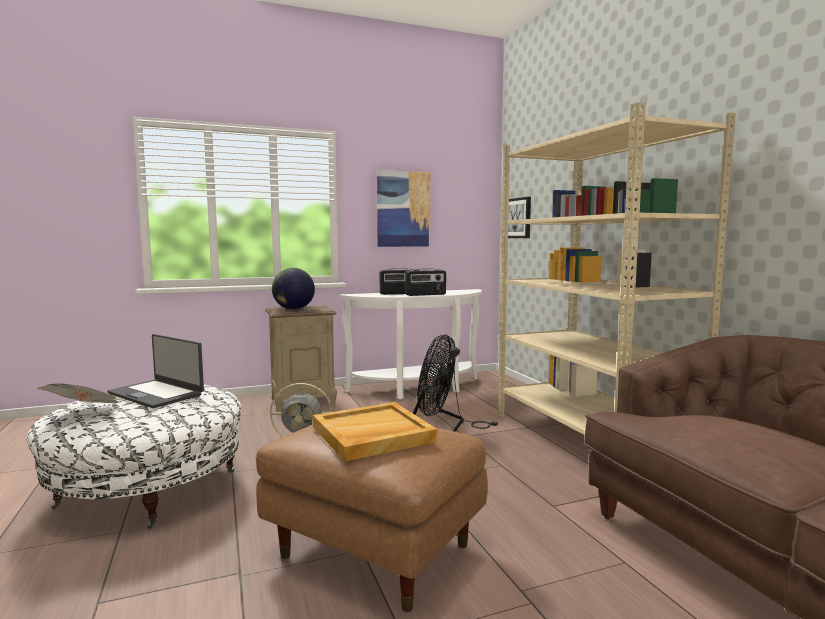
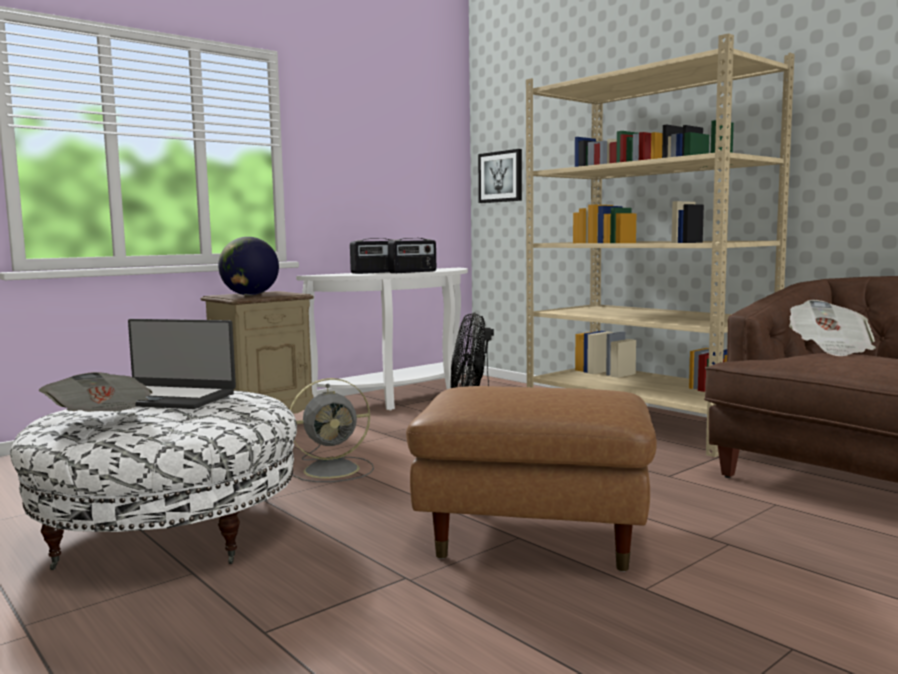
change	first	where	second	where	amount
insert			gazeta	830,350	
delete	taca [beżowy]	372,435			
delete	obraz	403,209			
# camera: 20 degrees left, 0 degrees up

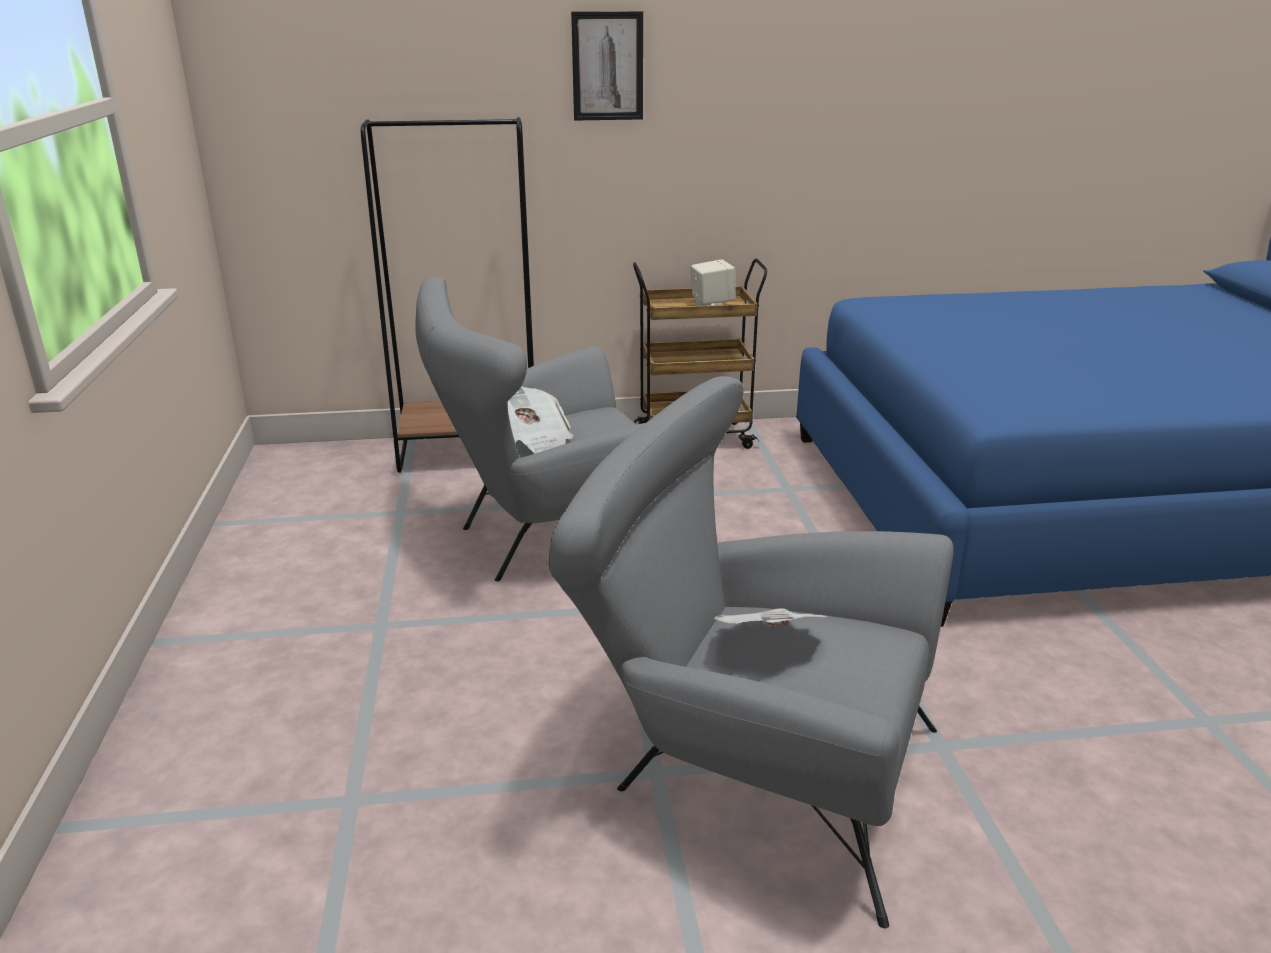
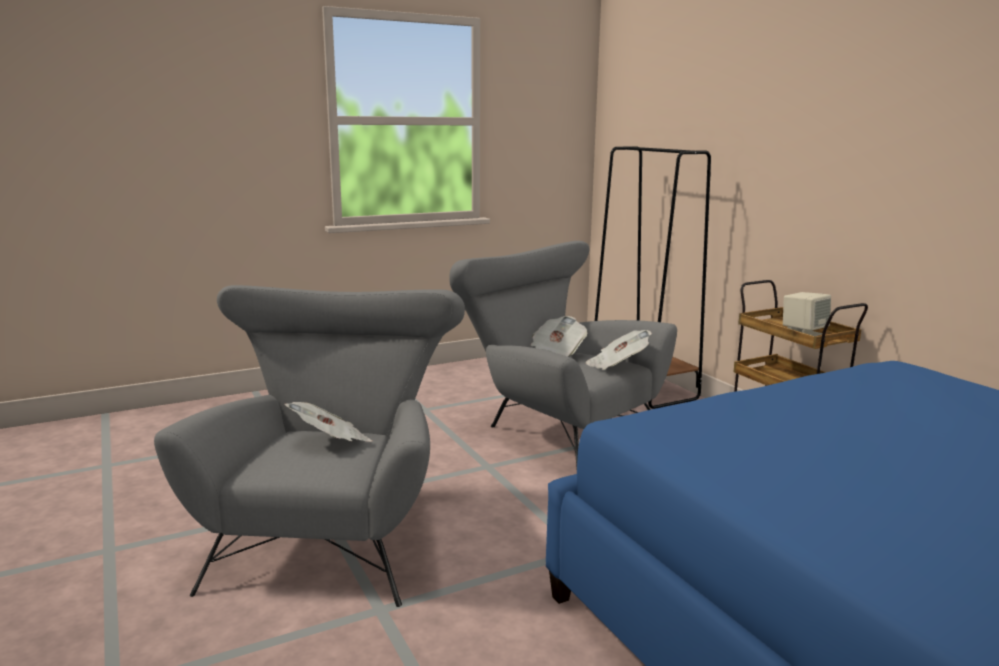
change	first	where	second	where	amount
insert			gazeta	617,365	
delete	obraz	607,66			
# camera: 70 degrees right, 10 degrees down

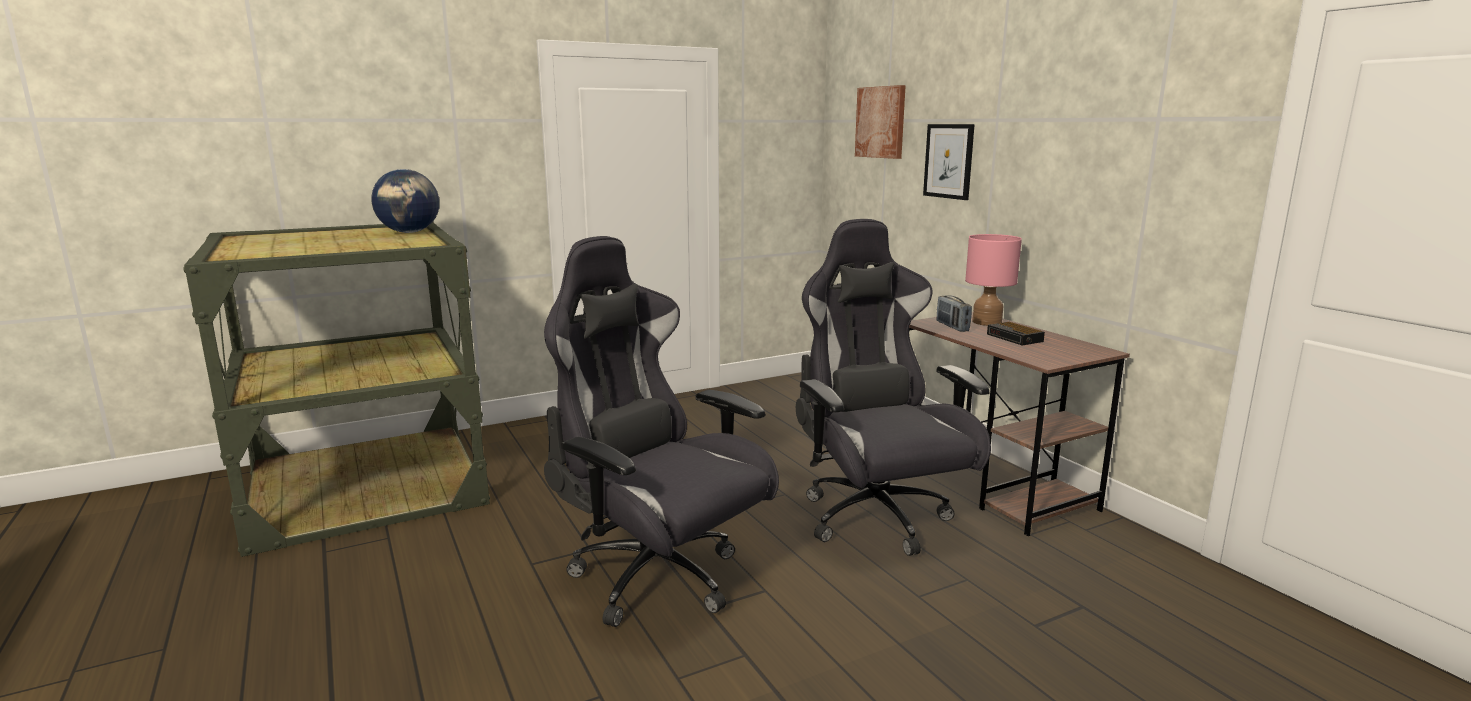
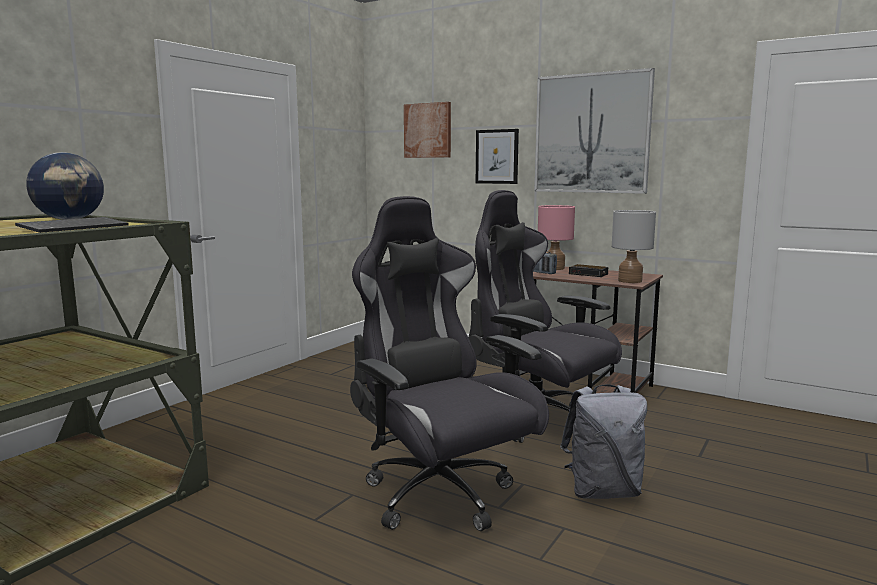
change	first	where	second	where	amount
insert			klawiatura	74,227	
rotate	krzesło biurowe [czarny]	664,582		444,500	45 degrees clockwise
insert			obraz	591,133	
insert			plecak [szary]	602,491	
insert			lampa stołowa [szary]	630,281	
# camera: 30 degrees left, 5 degrees down

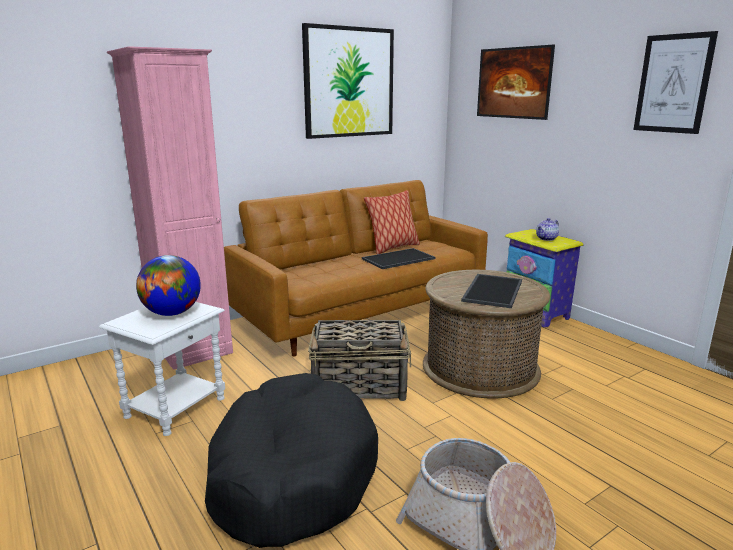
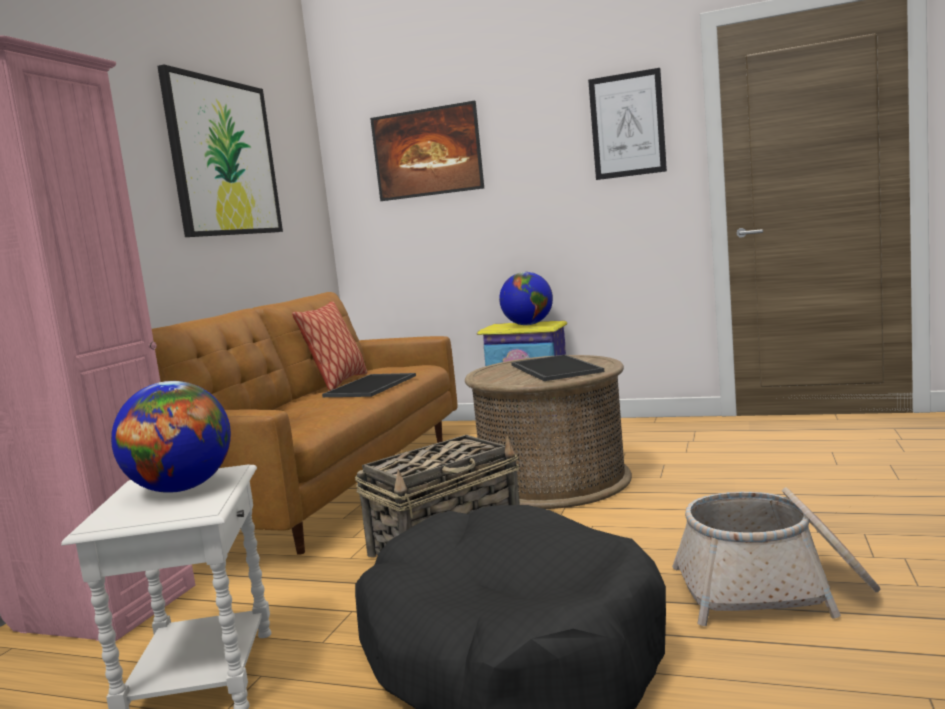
change	first	where	second	where	amount
replace	imbryk	546,239	globus	528,325	
# camera: 35 degrees left, 10 degrees down

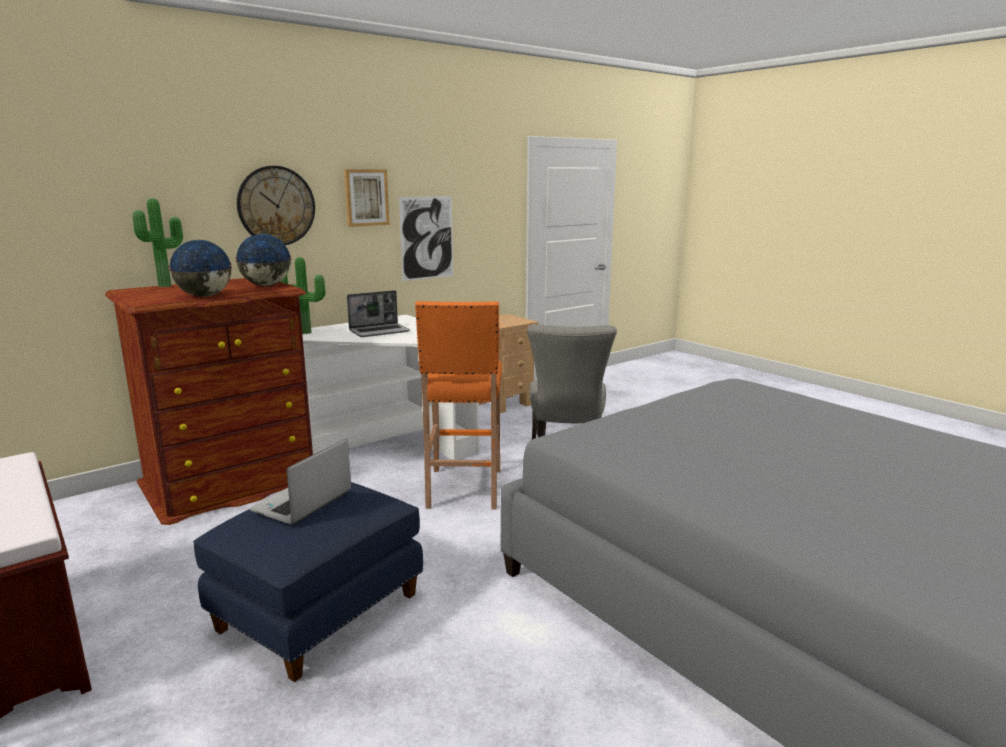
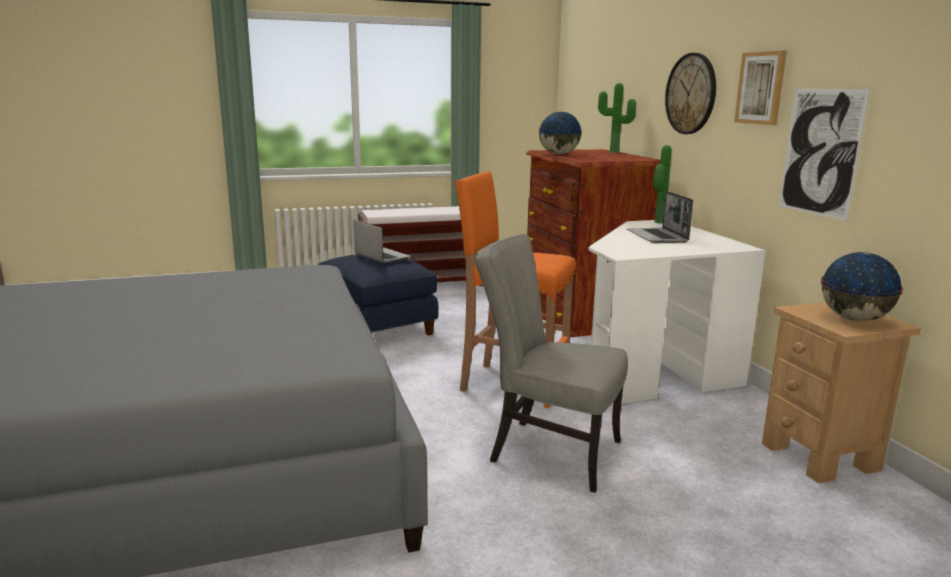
change	first	where	second	where	amount
move	globus	266,285		854,319	
# camera: 110 degrees right, 0 degrees up

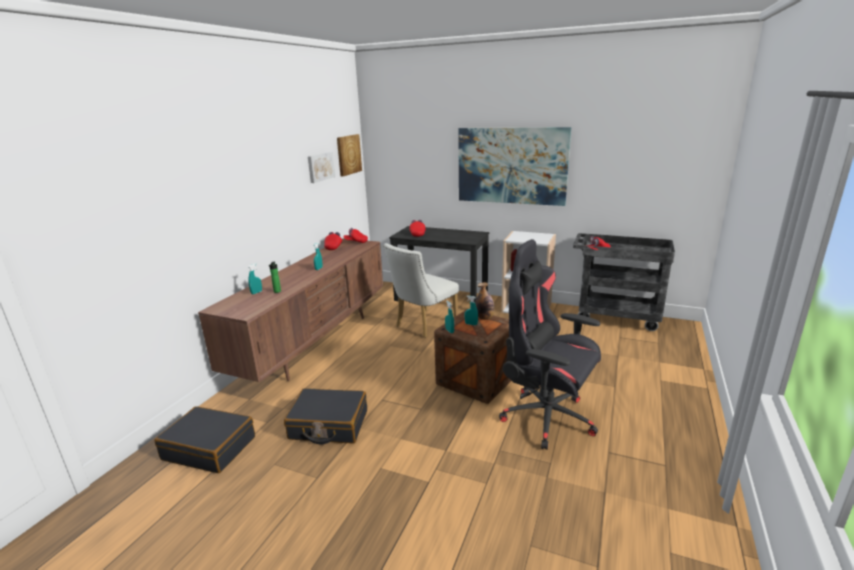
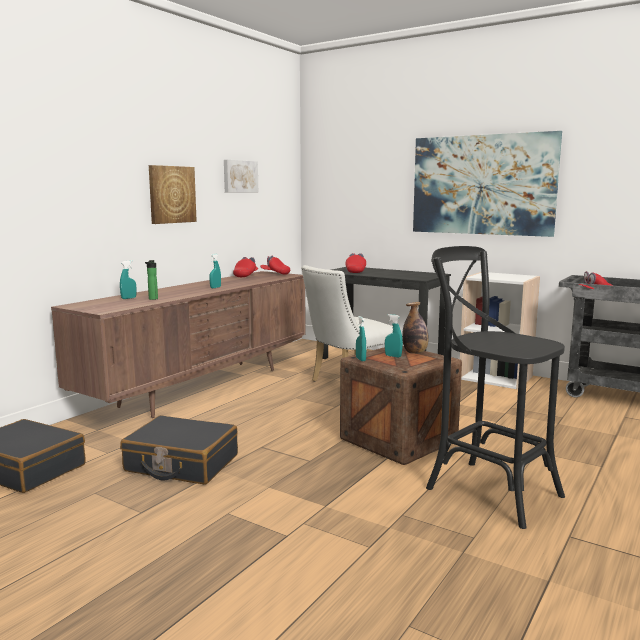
change	first	where	second	where	amount
move	obraz	348,154		171,194	
replace	krzesło biurowe [czarny]	548,418	stołek [czarny]	488,489	
# camera: 10 degrees right, 10 degrees down

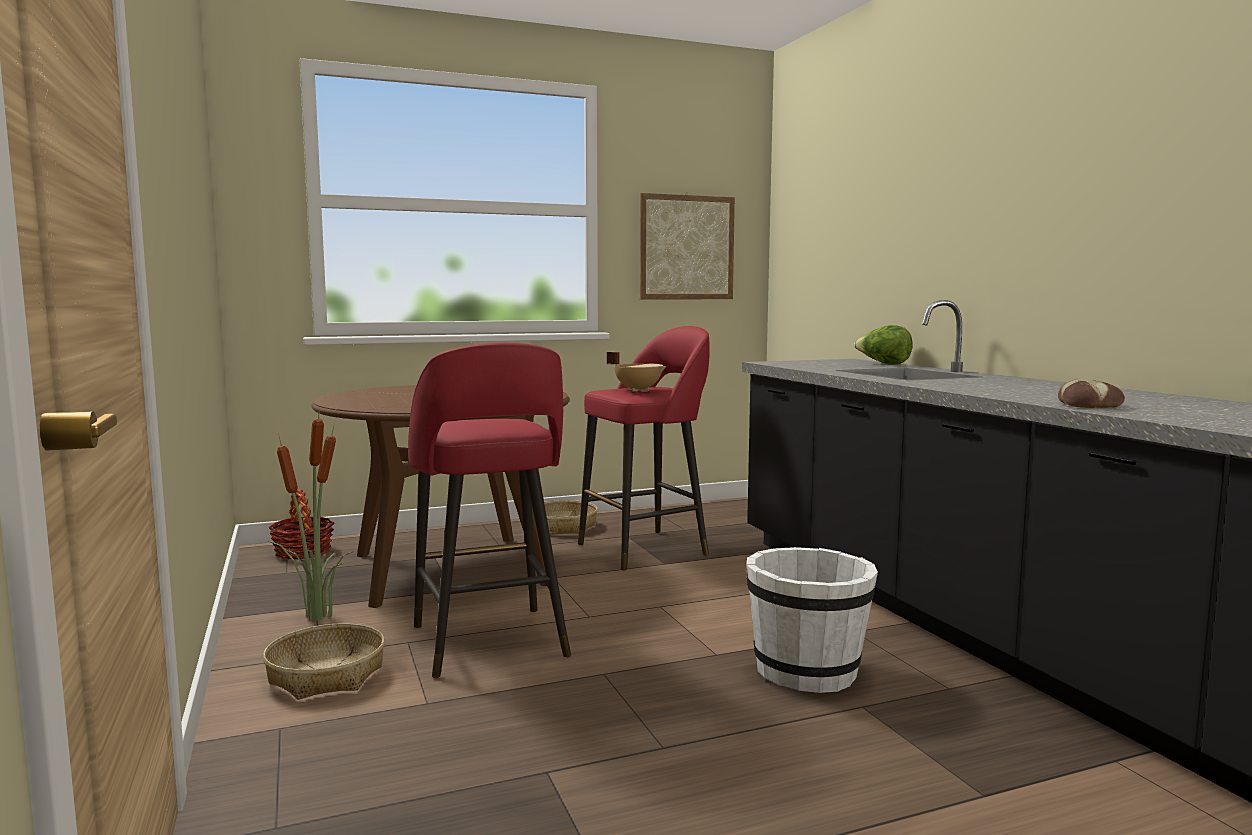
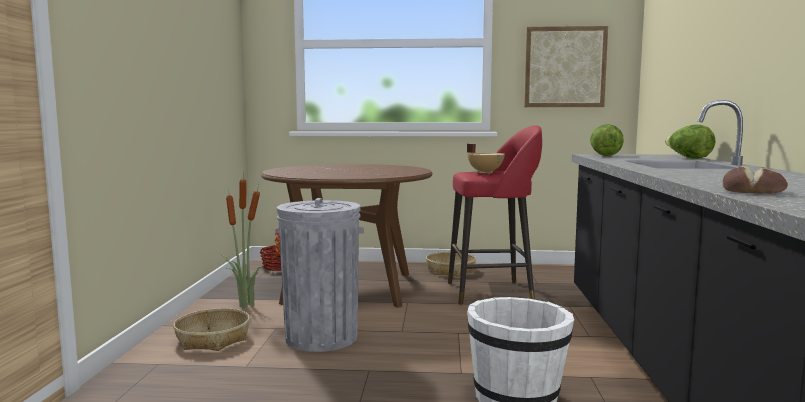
change	first	where	second	where	amount
replace	stołek [czerwony]	490,643	kosz na śmieci [szary]	321,337	
insert			sałata	605,155	
# camera: 25 degrees right, 0 degrees up

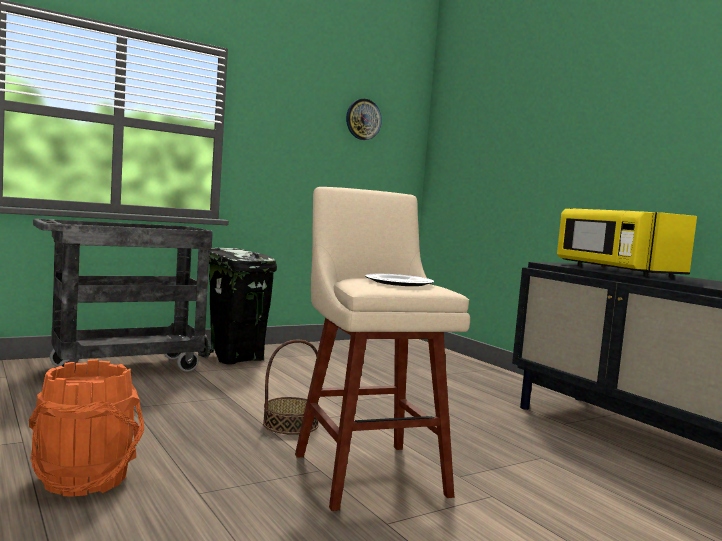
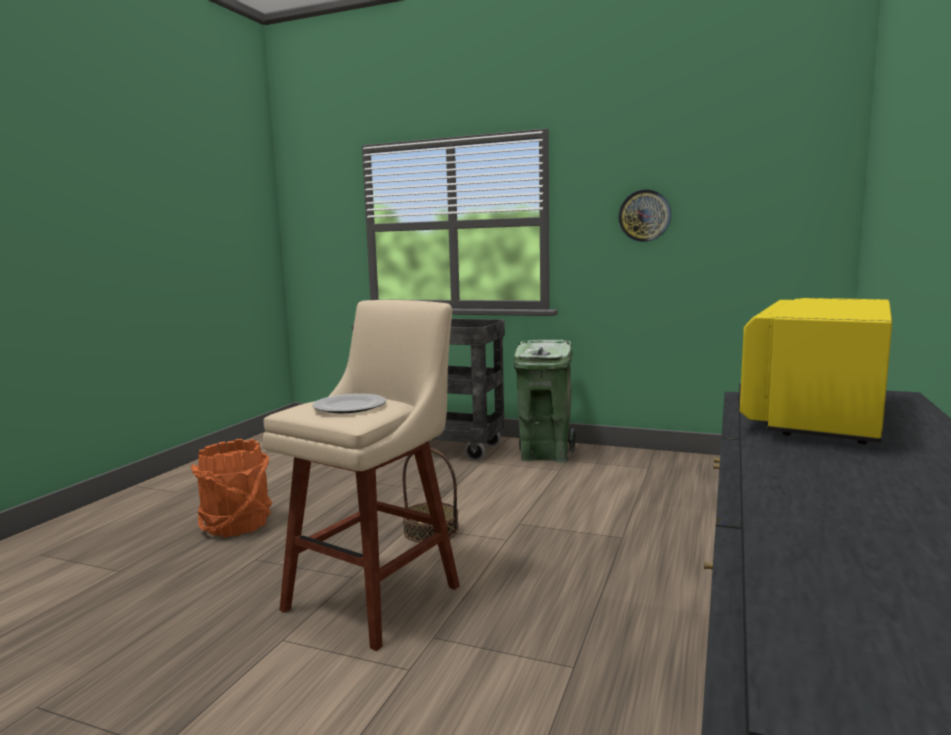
change	first	where	second	where	amount
recolor	kosz na śmieci [czarny]	234,357	kosz na śmieci [zielony]	545,454	
move	zegar ścienny	363,119		644,216	
# camera: 55 degrees right, 5 degrees up

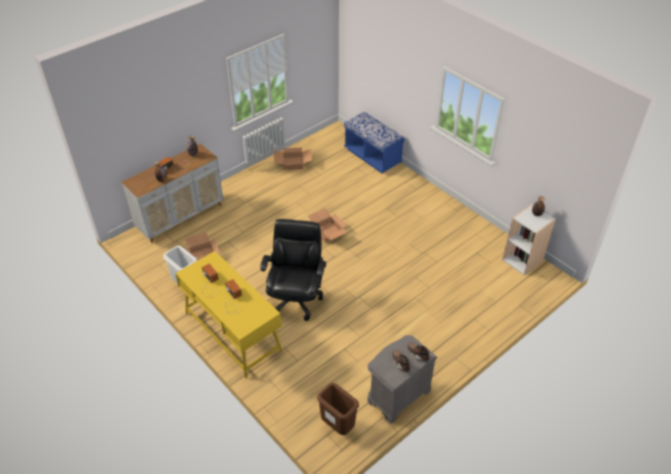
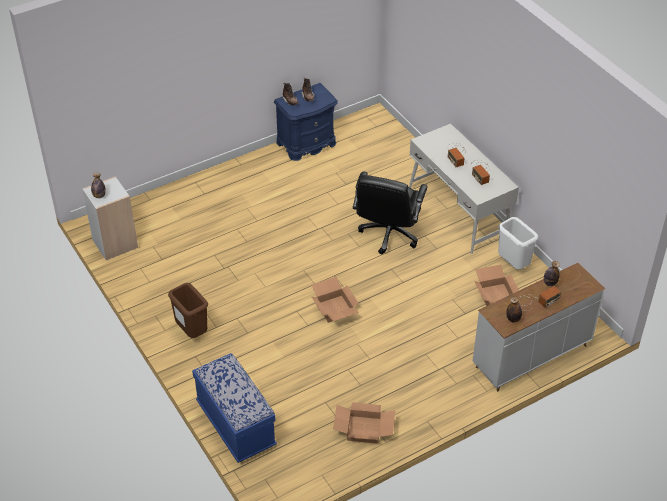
change	first	where	second	where	amount
move	kosz na śmieci [brązowy]	338,426		191,332	
recolor	szafka nocna [szary]	396,395	szafka nocna [niebieski]	308,144	
recolor	biurko [żółty]	233,332	biurko [biały]	458,212	
# camera: 170 degrees left, 0 degrees up

